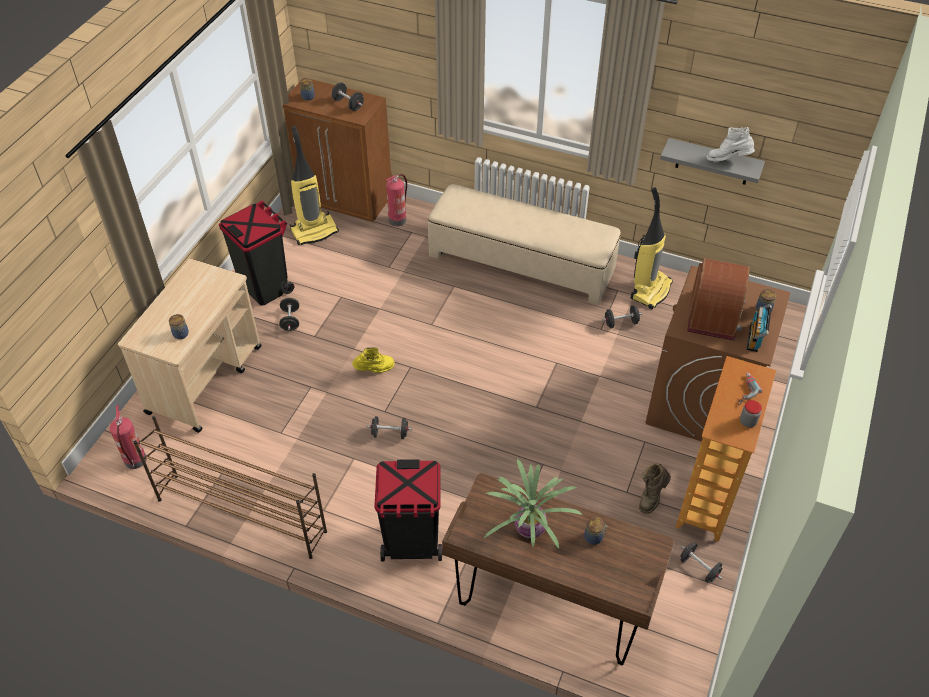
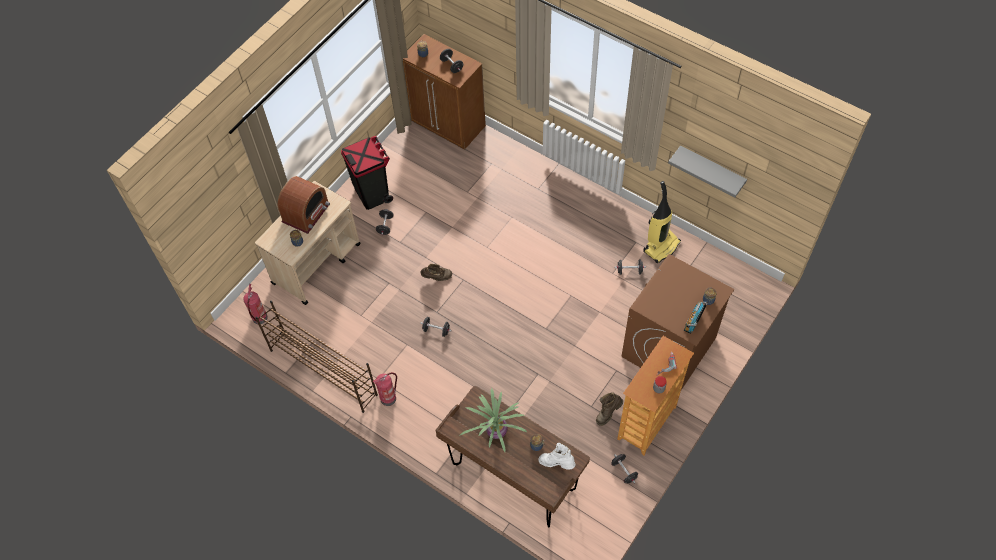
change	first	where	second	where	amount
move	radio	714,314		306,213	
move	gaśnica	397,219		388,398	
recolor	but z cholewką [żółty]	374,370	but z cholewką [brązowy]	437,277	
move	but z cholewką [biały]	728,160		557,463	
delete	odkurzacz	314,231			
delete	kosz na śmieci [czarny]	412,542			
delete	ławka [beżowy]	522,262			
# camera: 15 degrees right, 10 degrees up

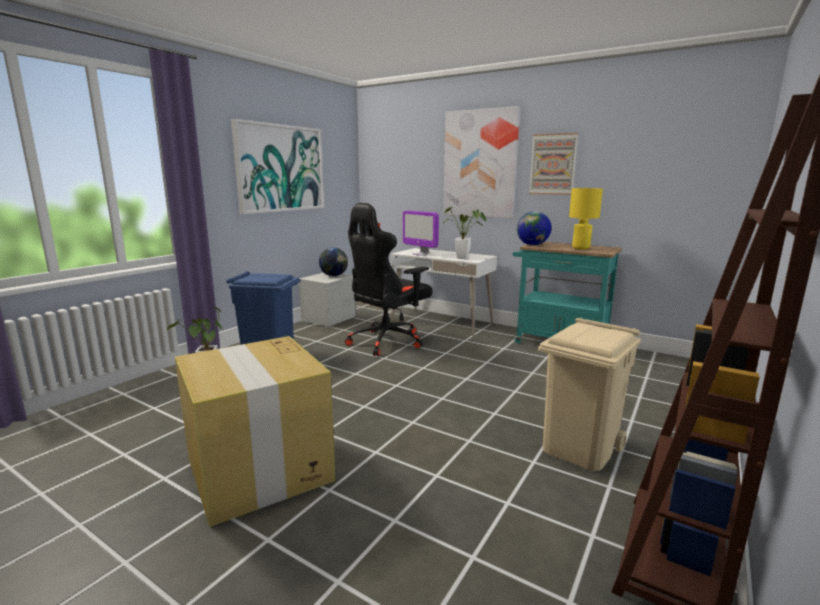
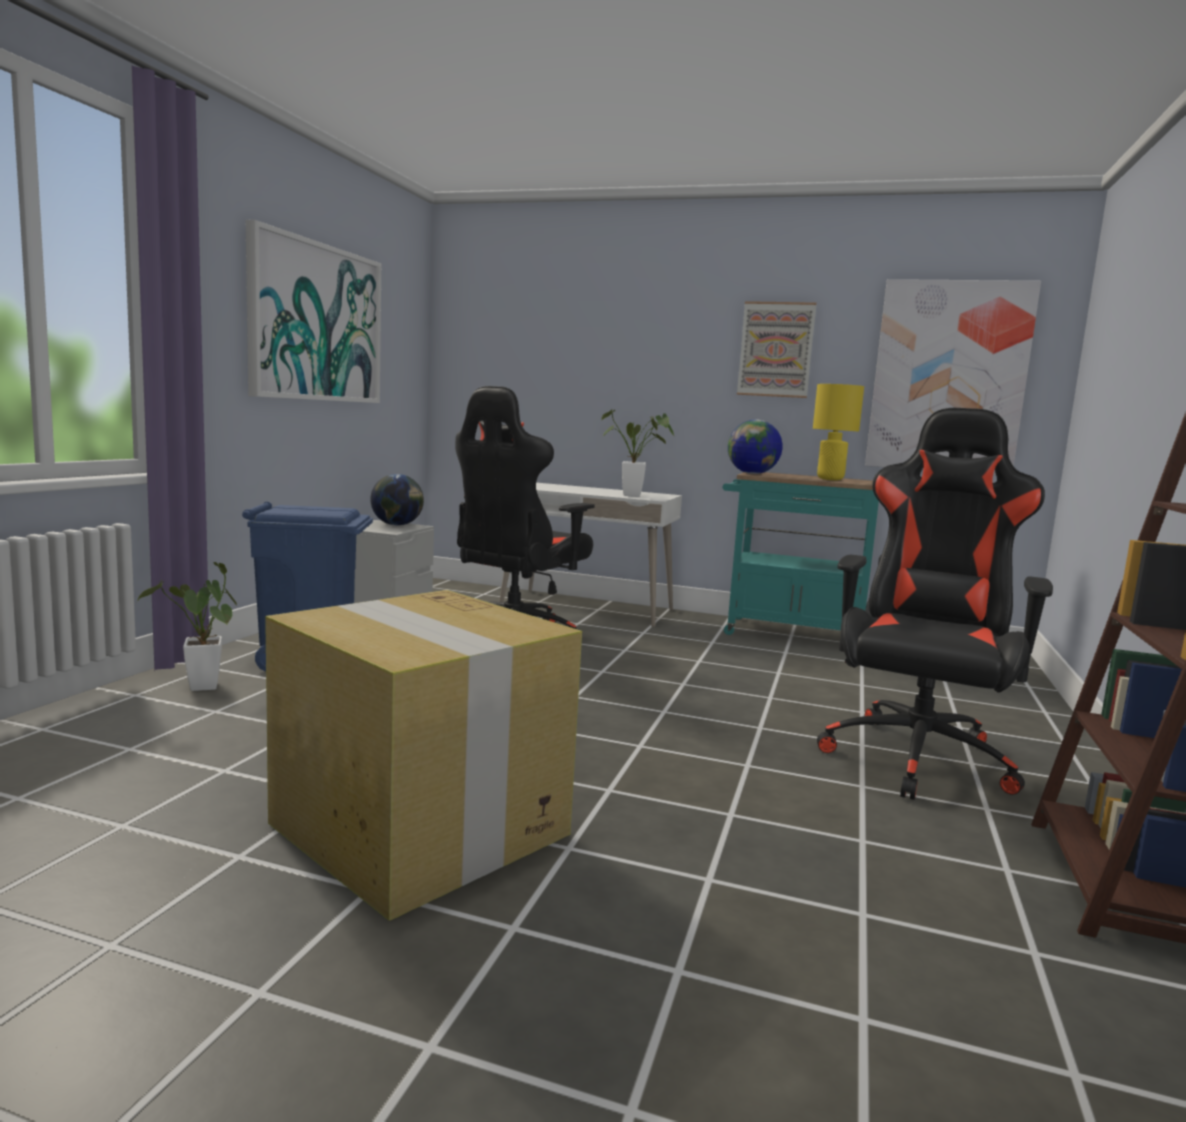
change	first	where	second	where	amount
replace	kosz na śmieci [beżowy]	580,448	krzesło biurowe [czarny]	914,765	
move	obraz	480,164		948,377	
delete	monitor	420,254			
# camera: 15 degrees left, 5 degrees down

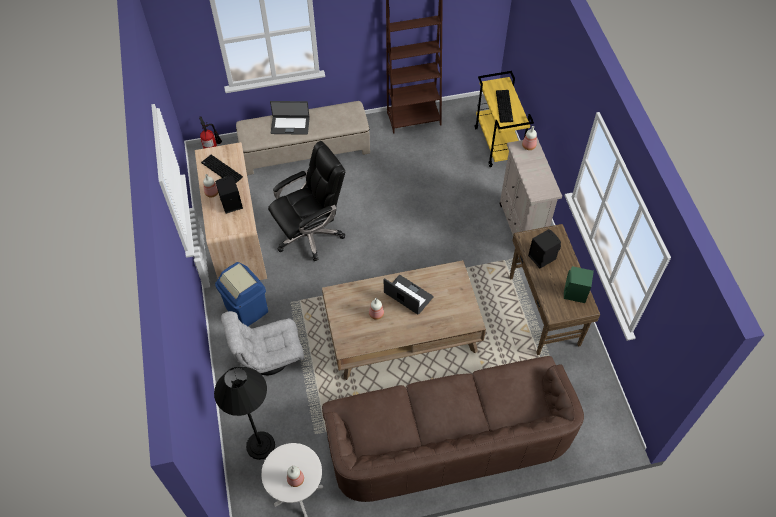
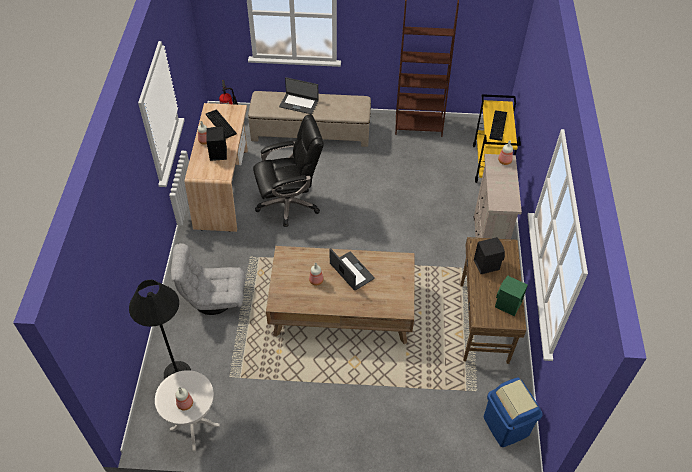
change	first	where	second	where	amount
move	kosz na śmieci [niebieski]	247,309		506,425	
delete	kanapa [brązowy]	447,440			
# camera: 15 degrees right, 5 degrees down

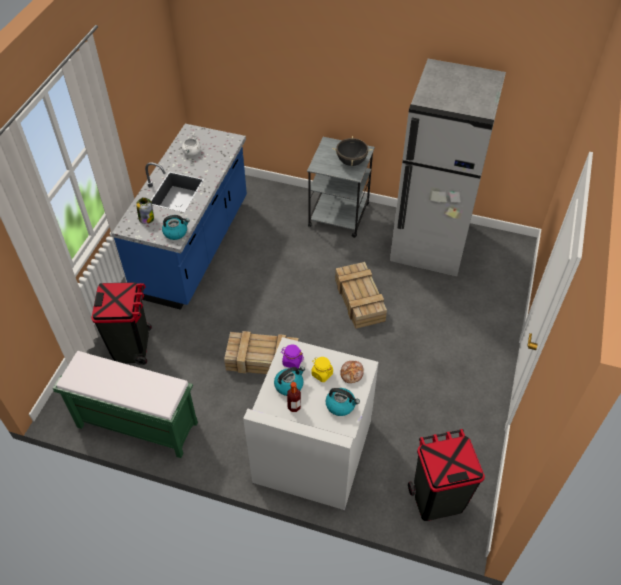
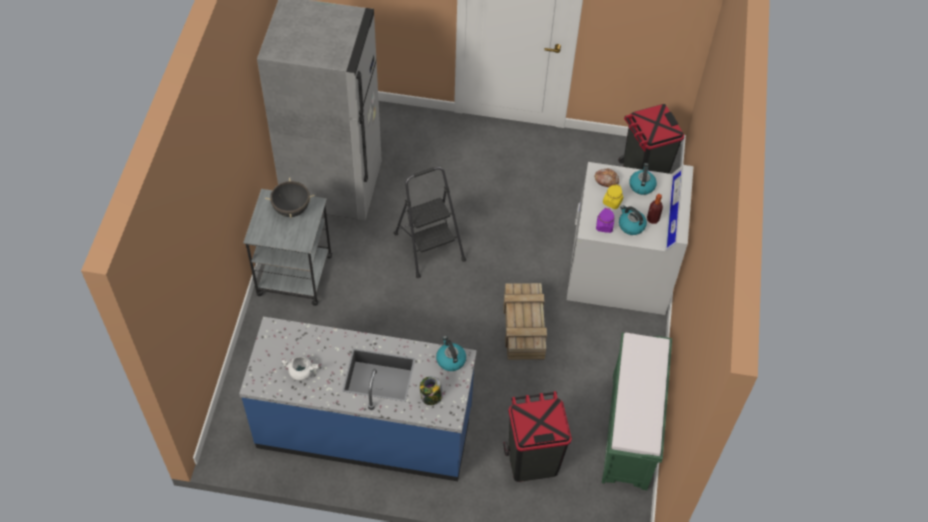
change	first	where	second	where	amount
replace	skrzynka	360,301	drabinka [czarny]	428,244	
# camera: 100 degrees left, 5 degrees up

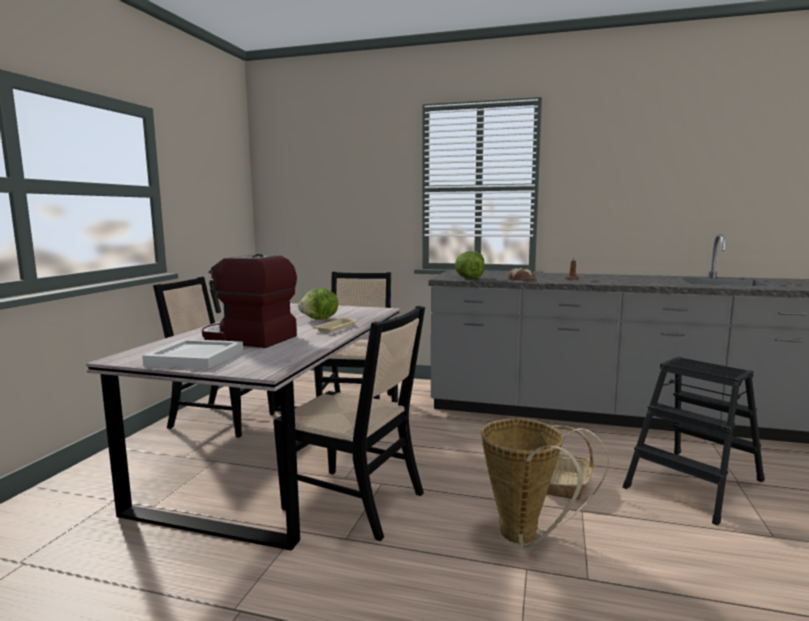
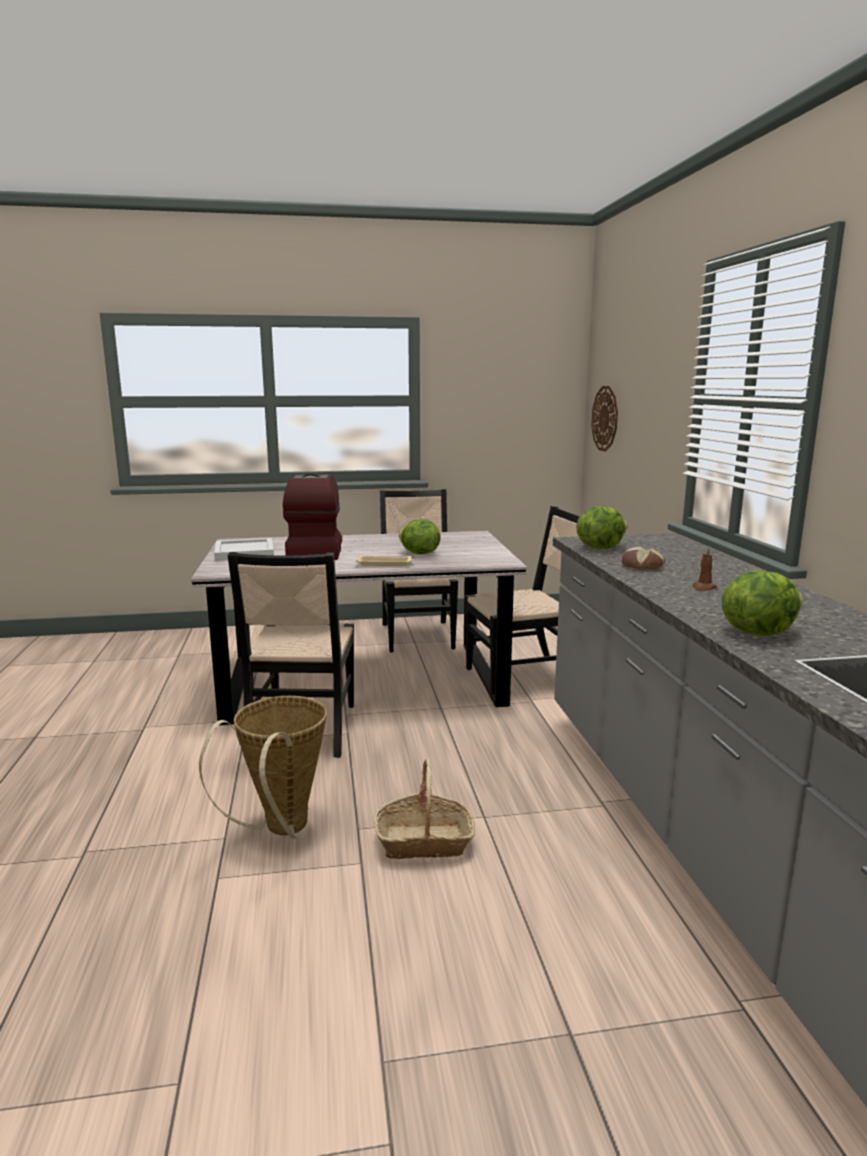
change	first	where	second	where	amount
insert			zegar ścienny	605,418	
insert			sałata	757,632	
delete	drabinka [czarny]	694,483			
# camera: 65 degrees right, 5 degrees up

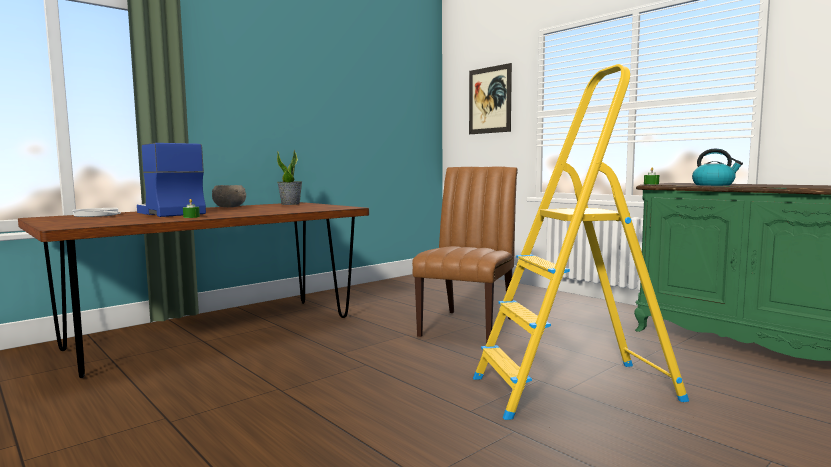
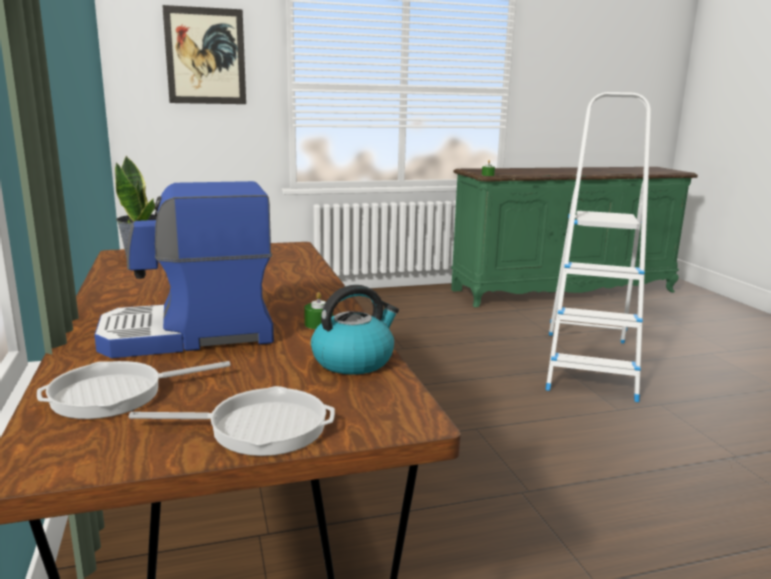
change	first	where	second	where	amount
insert			patelnia	259,428	
move	czajnik	713,185		354,360	
recolor	drabinka [żółty]	573,389	drabinka [biały]	588,364	
delete	miska [szary]	230,207			
delete	krzesło [brązowy]	468,327			
# camera: 65 degrees left, 10 degrees up

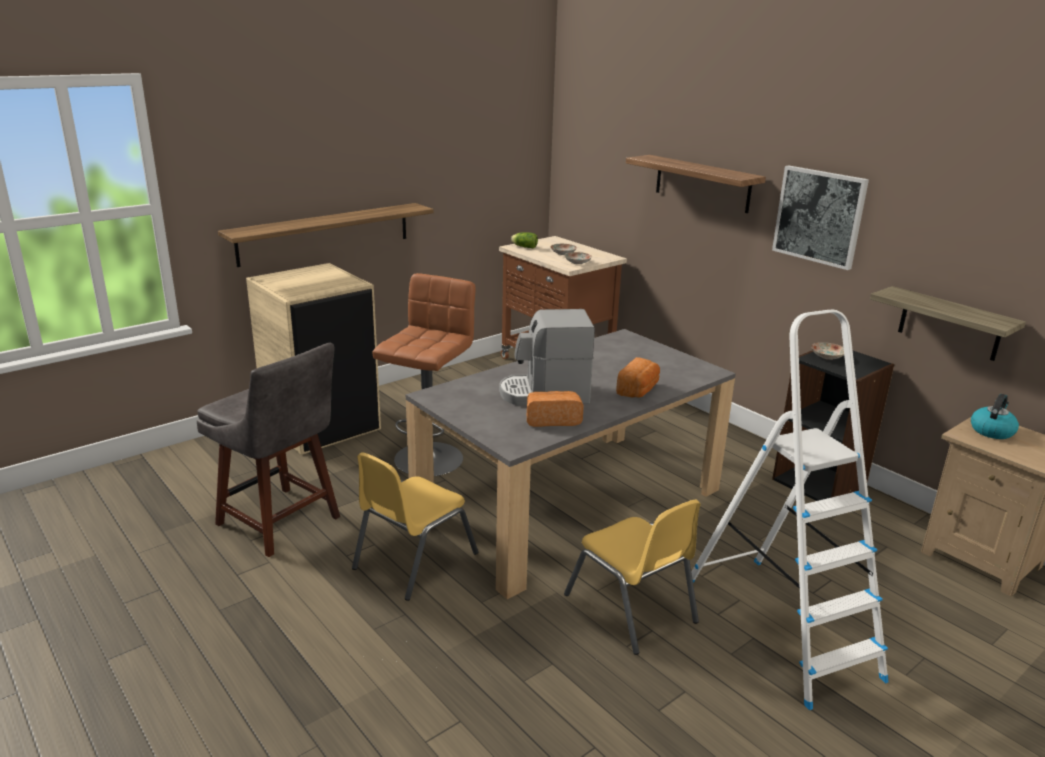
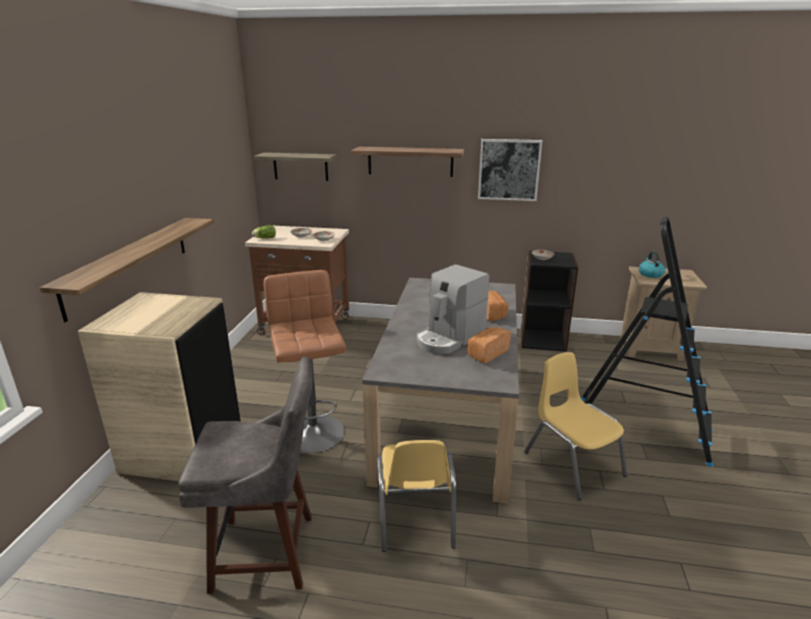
change	first	where	second	where	amount
move	półka	950,324		300,166	
rotate	krzesło [żółty]	631,608		573,464	135 degrees counterclockwise
recolor	drabinka [biały]	781,627	drabinka [czarny]	641,429	
# camera: 40 degrees left, 0 degrees up

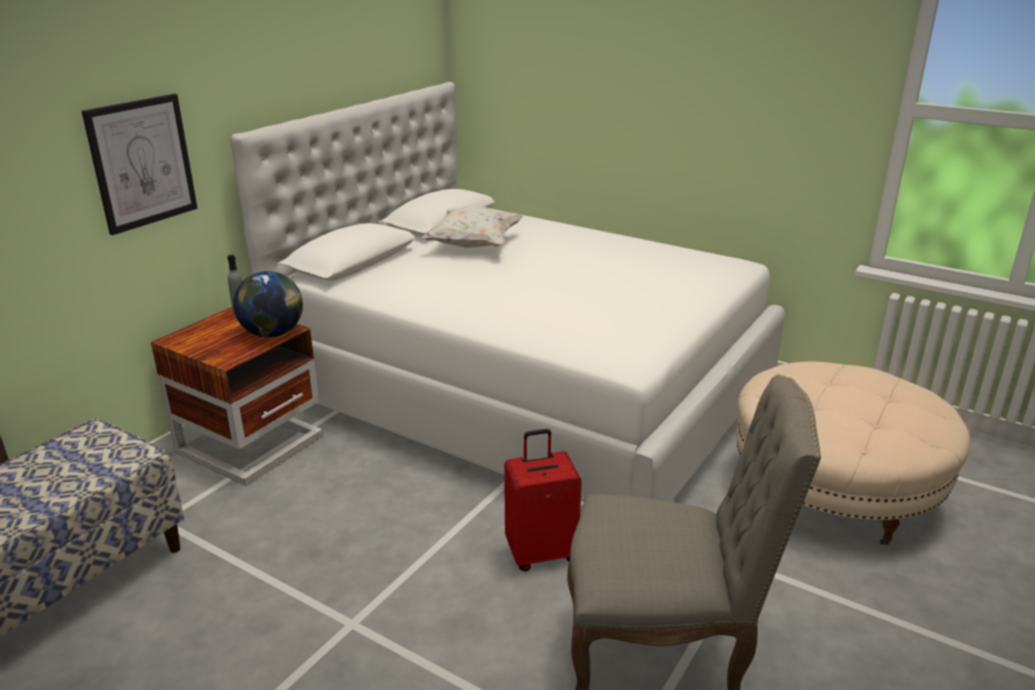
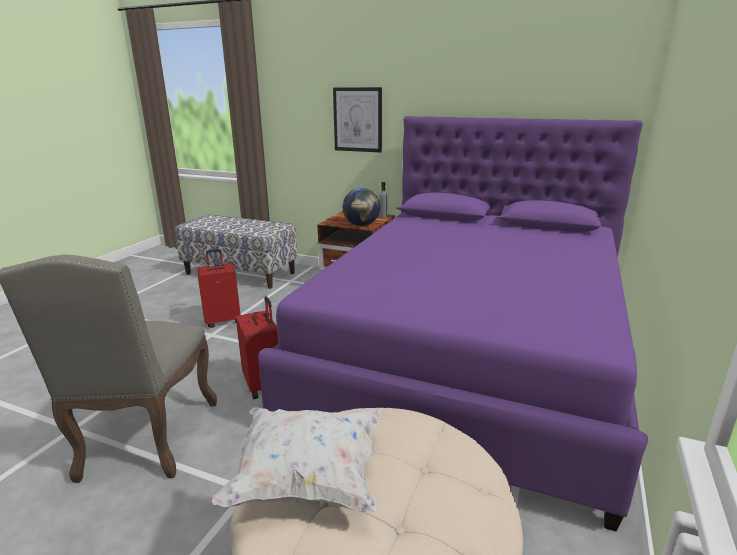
change	first	where	second	where	amount
insert			walizka [czerwony]	223,321	
move	poduszka [biały]	474,245		307,478	
recolor	łóżko [biały]	525,391	łóżko [fioletowy]	470,358	
# camera: 80 degrees right, 5 degrees down

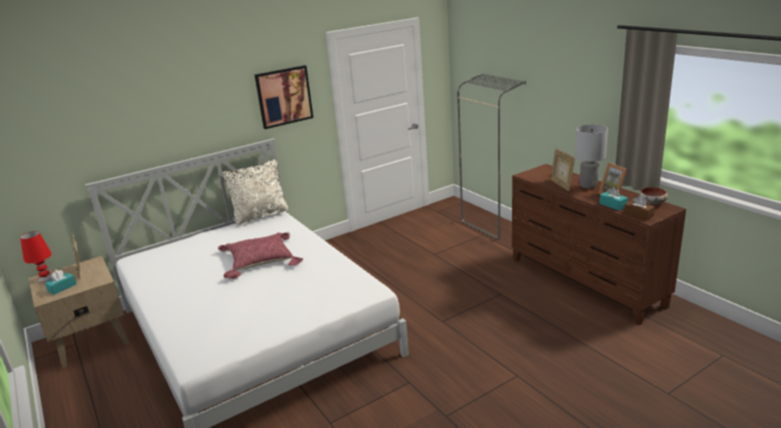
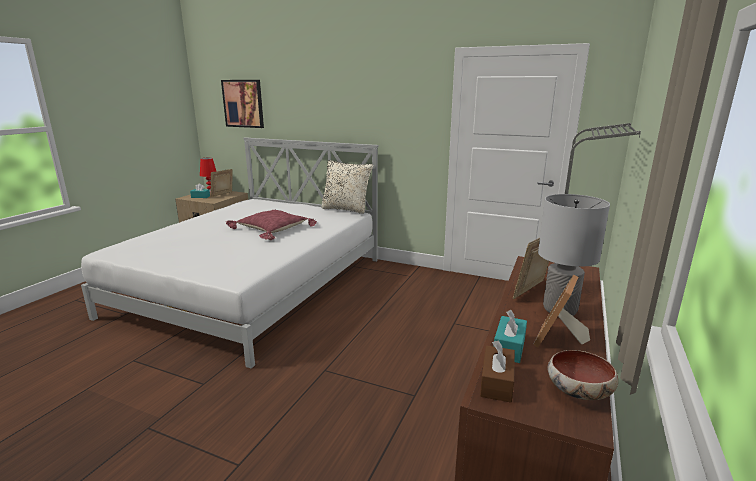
change	first	where	second	where	amount
move	obraz	284,96		243,103	
# camera: 55 degrees right, 5 degrees down

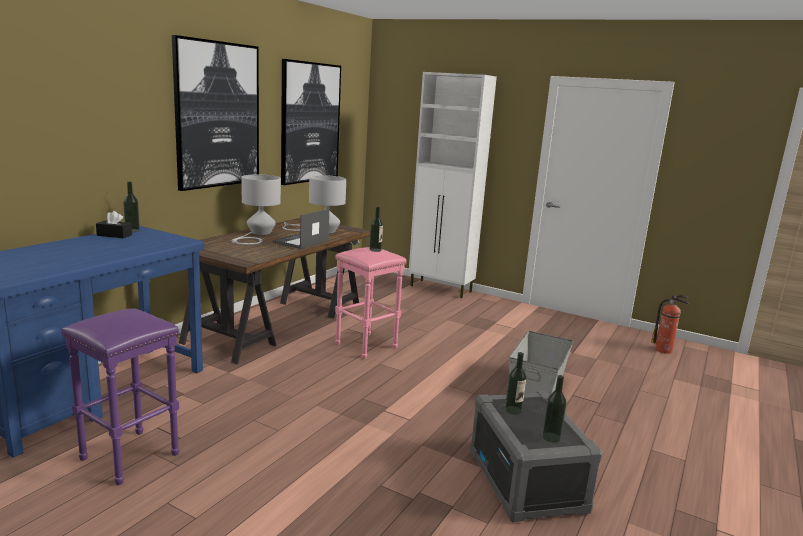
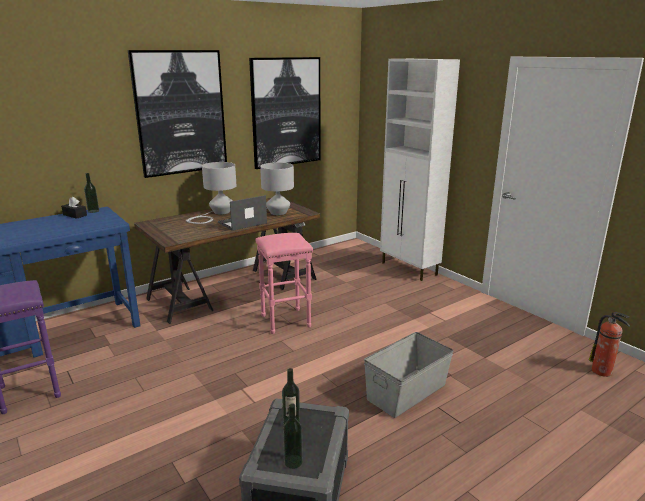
change	first	where	second	where	amount
delete	butelka	375,250			
# camera: 25 degrees right, 5 degrees up

